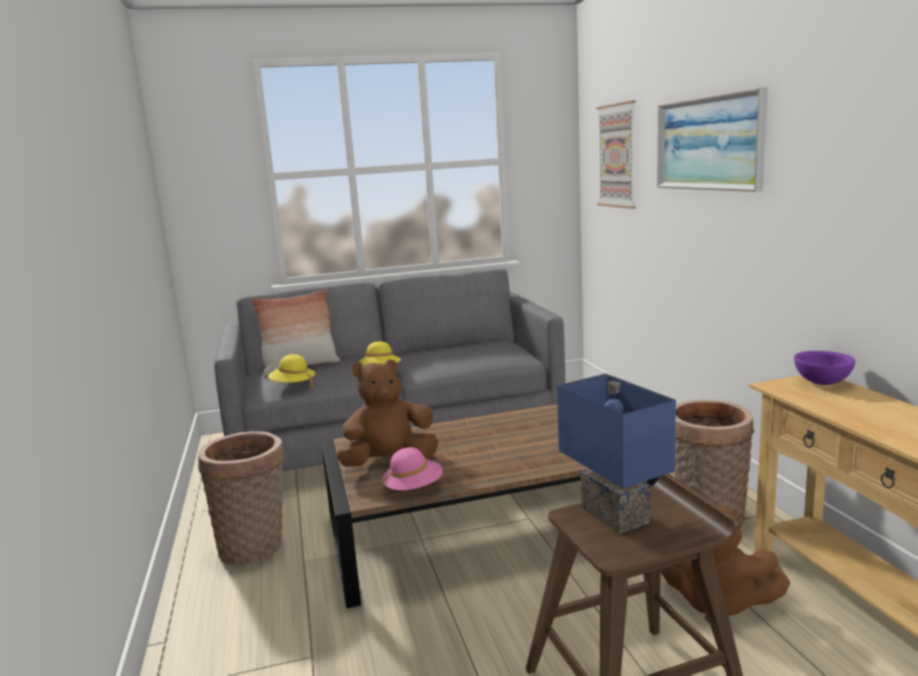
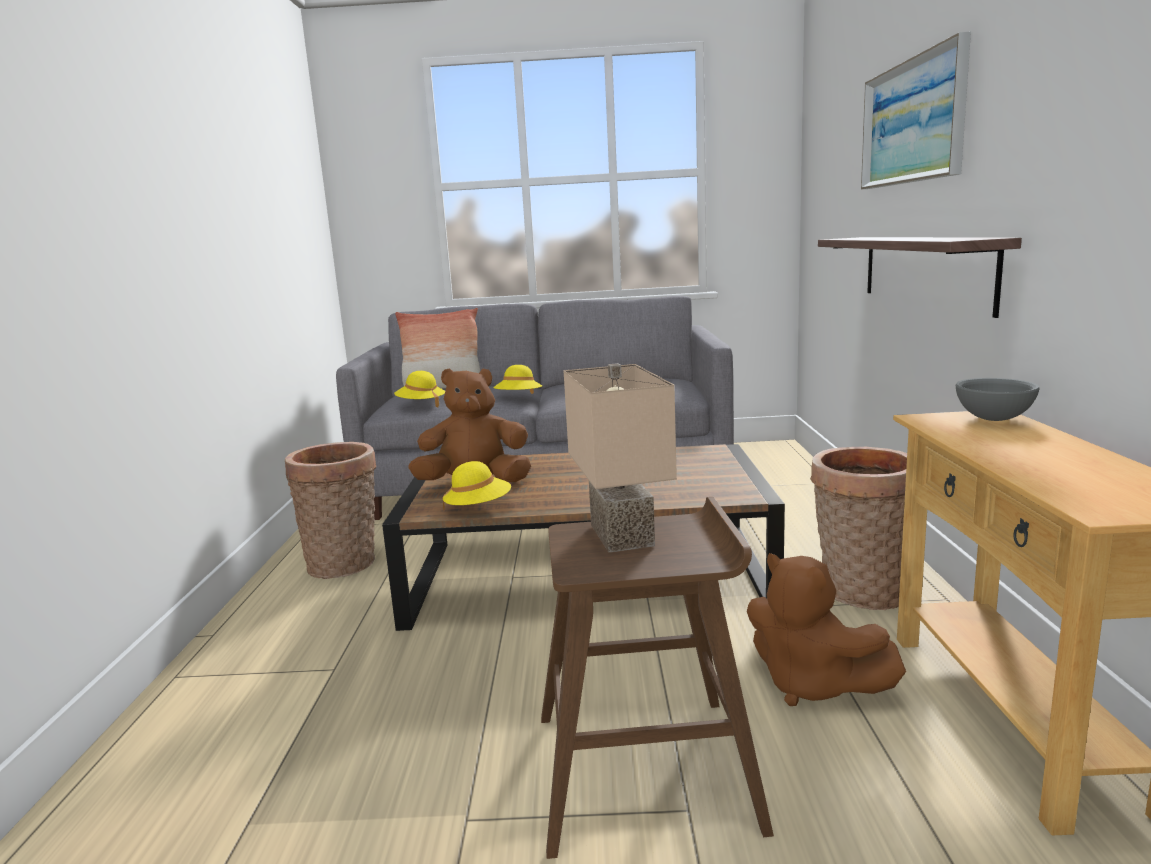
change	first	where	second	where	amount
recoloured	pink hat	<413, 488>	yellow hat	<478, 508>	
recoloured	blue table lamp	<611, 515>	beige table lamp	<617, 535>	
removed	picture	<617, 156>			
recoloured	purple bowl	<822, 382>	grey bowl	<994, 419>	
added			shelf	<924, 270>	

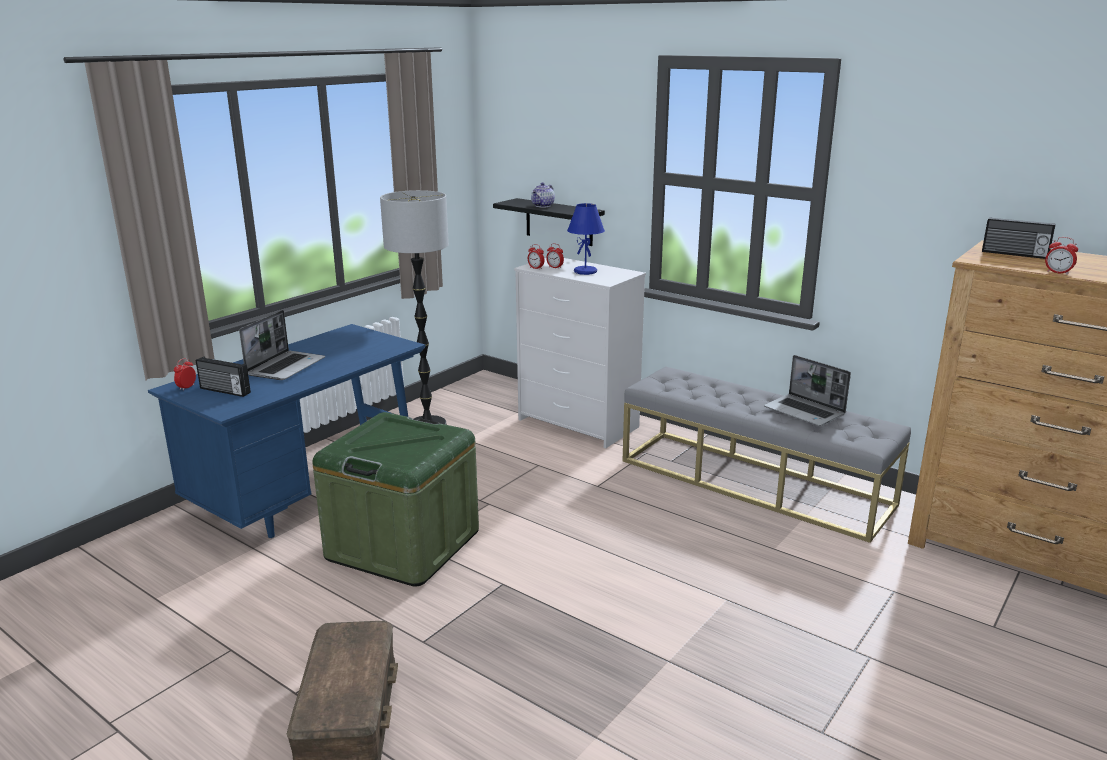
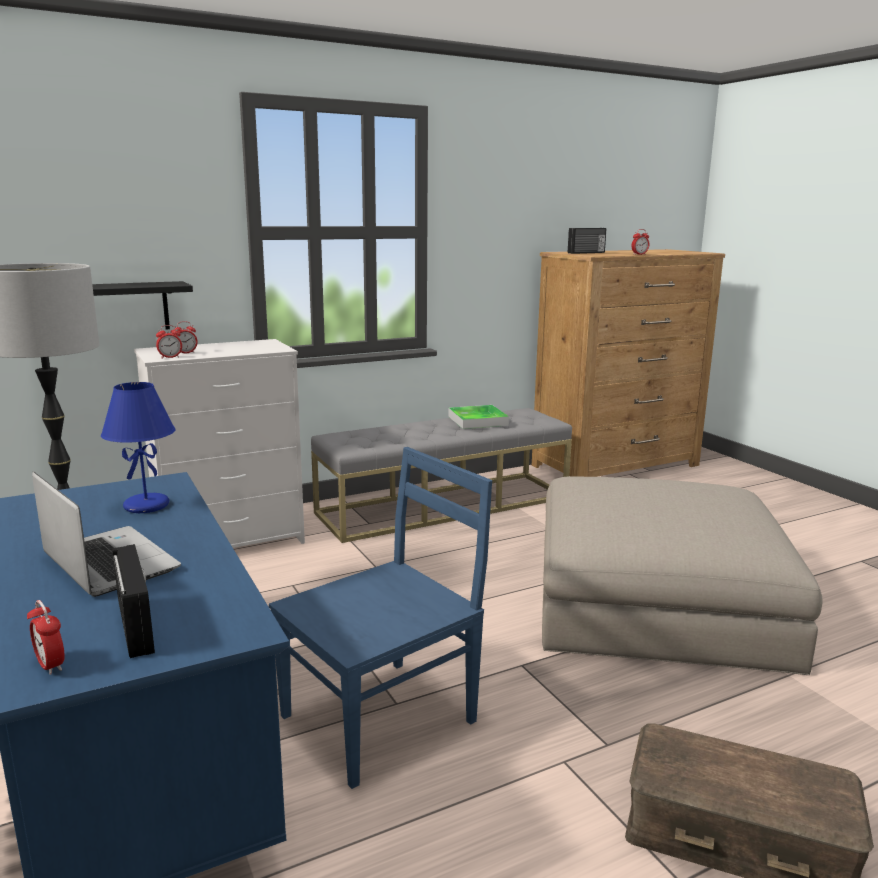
change	first	where	second	where	amount
turned	radio	<224, 391>		<138, 626>	75 degrees counterclockwise
replaced	green storage box	<403, 545>	blue chair	<383, 717>	
removed	teapot	<543, 206>			
moved	blue table lamp	<586, 272>		<147, 505>	
replaced	laptop	<805, 412>	tray	<477, 421>	
added			beige ottoman	<656, 600>	

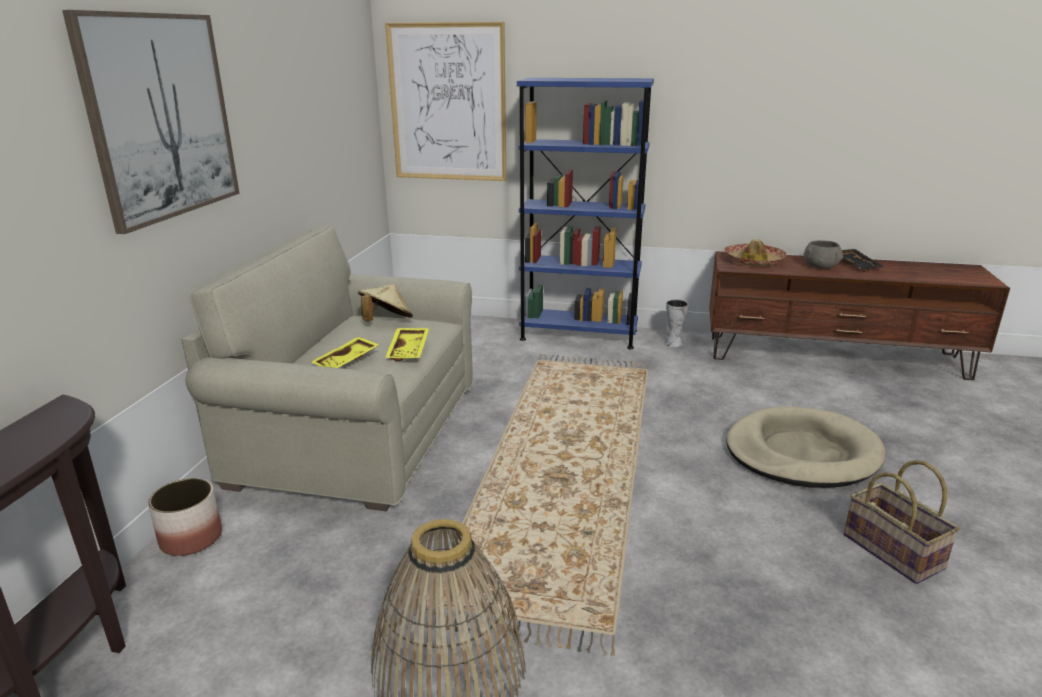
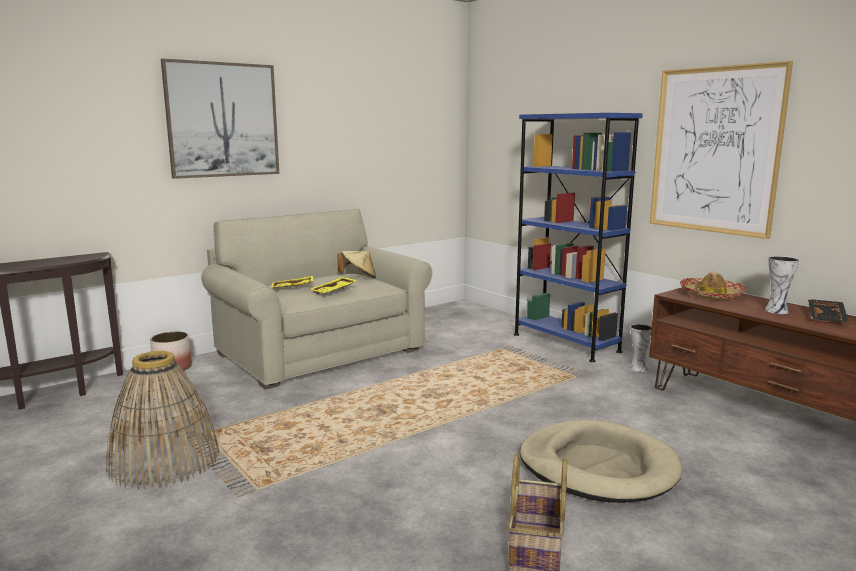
change	first	where	second	where	amount
moved	picture	<448, 103>		<715, 150>	
replaced	grey bowl	<821, 266>	vase	<777, 311>	

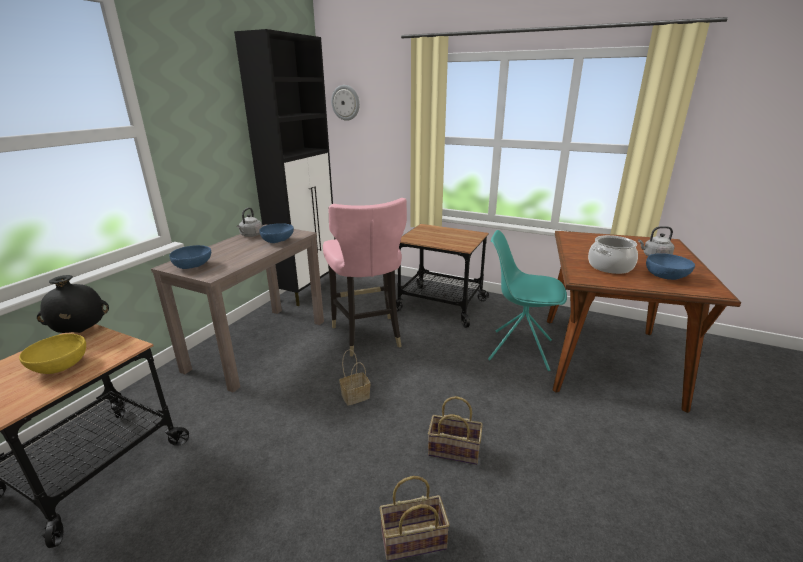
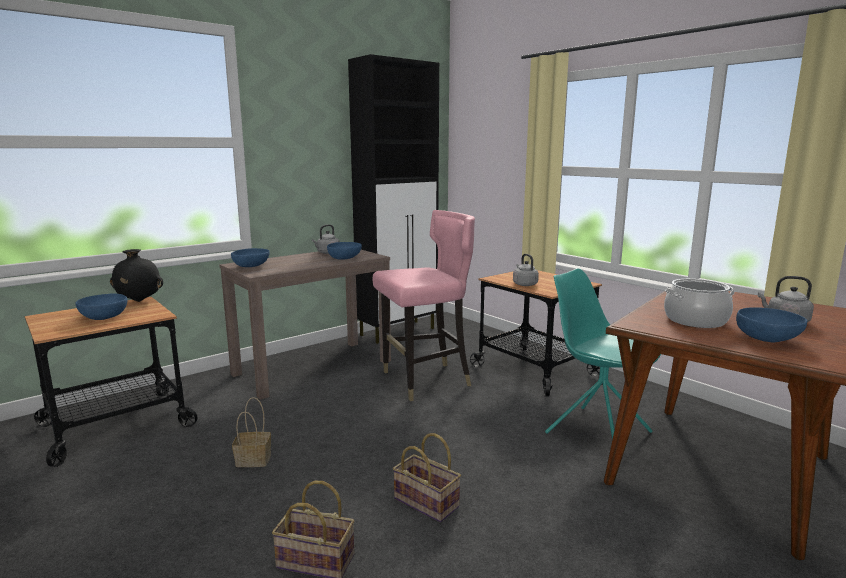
change	first	where	second	where	amount
recoloured	yellow bowl	<60, 366>	blue bowl	<104, 317>	
turned	pink chair	<367, 335>		<425, 381>	120 degrees counterclockwise
removed	wall clock	<345, 102>			
moved	basket	<356, 396>		<255, 459>	
added			grey kettle	<524, 284>	

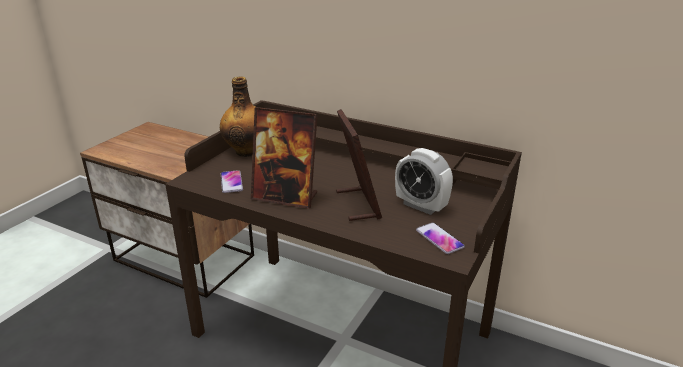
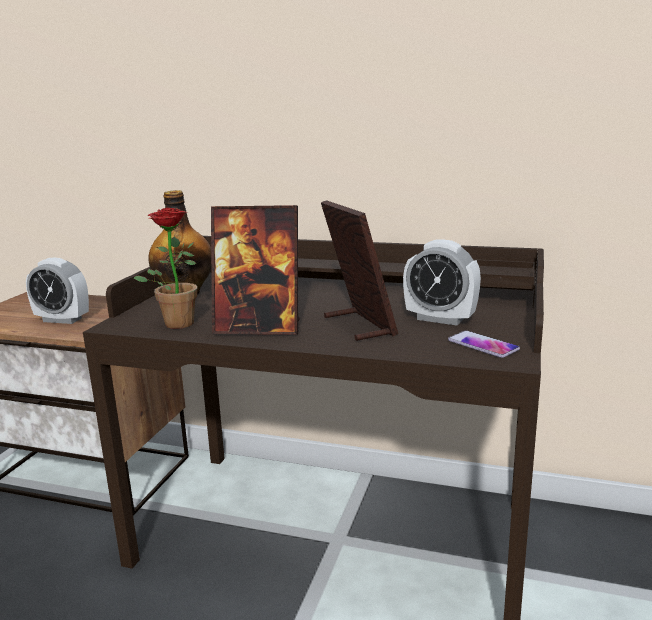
change	first	where	second	where	amount
replaced	phone	<231, 182>	potted plant	<177, 322>	
added			alarm clock	<62, 320>	

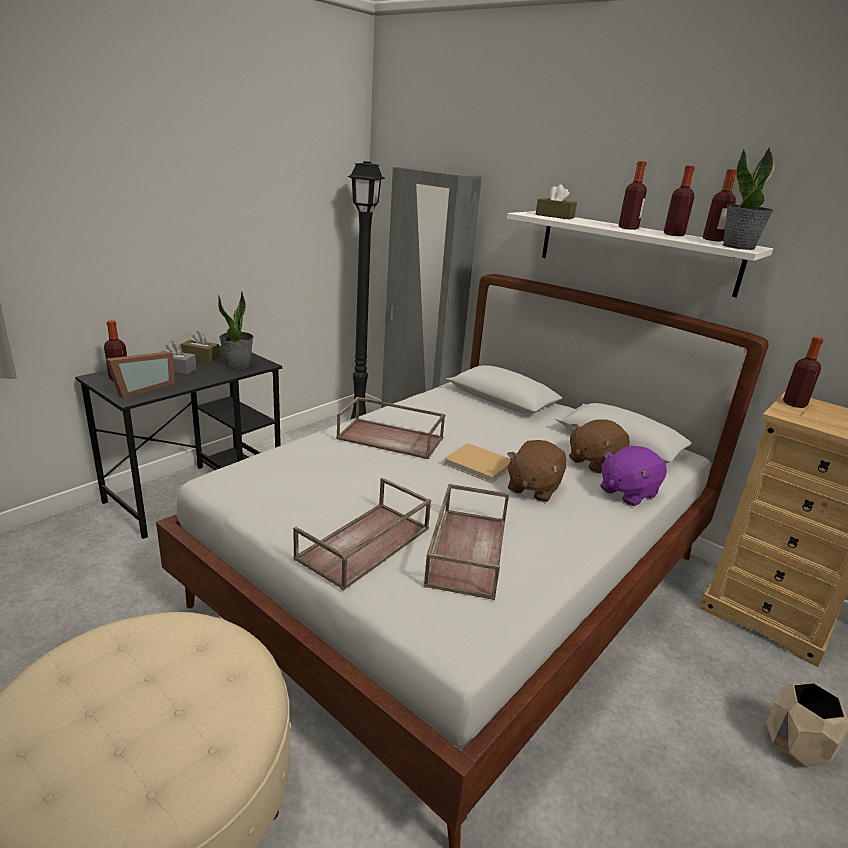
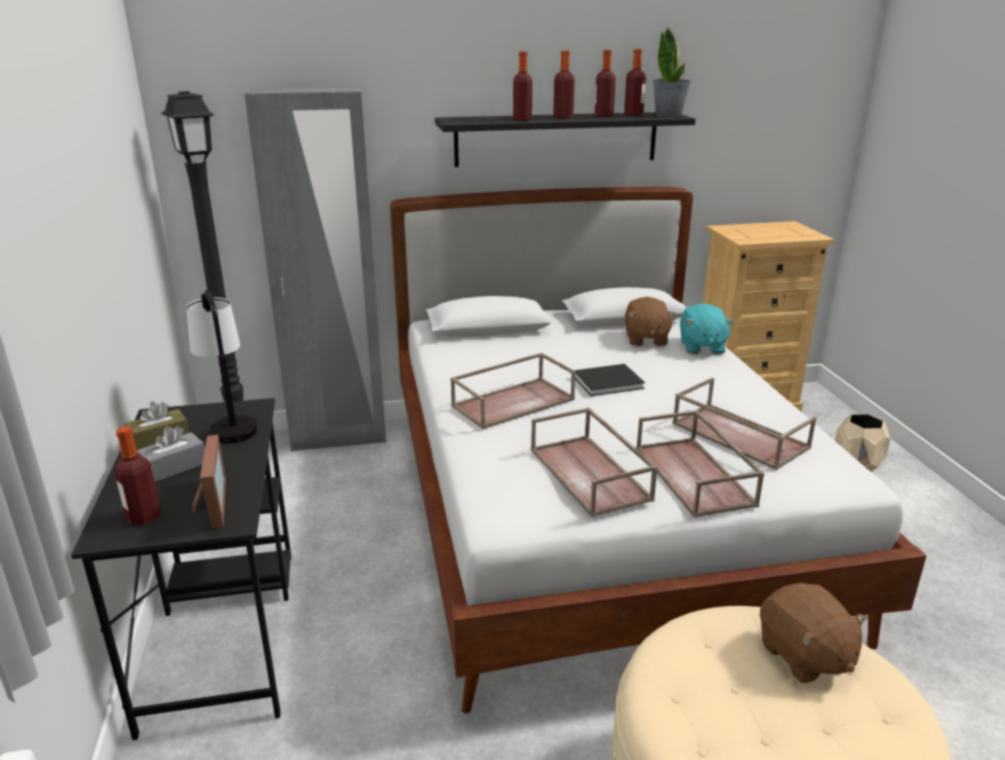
change	first	where	second	where	amount
replaced	potted plant	<238, 365>	table lamp	<229, 422>	
recoloured	beige book	<480, 465>	black book	<610, 382>	
recoloured	white shelf	<635, 251>	black shelf	<556, 139>	
moved	brown plush toy	<533, 488>		<804, 656>	
removed	brown tissue box	<554, 216>			
recoloured	purple plush toy	<627, 492>	turquoise plush toy	<701, 347>	
moved	bottle	<794, 404>		<522, 119>	
added			brown tray	<591, 474>	

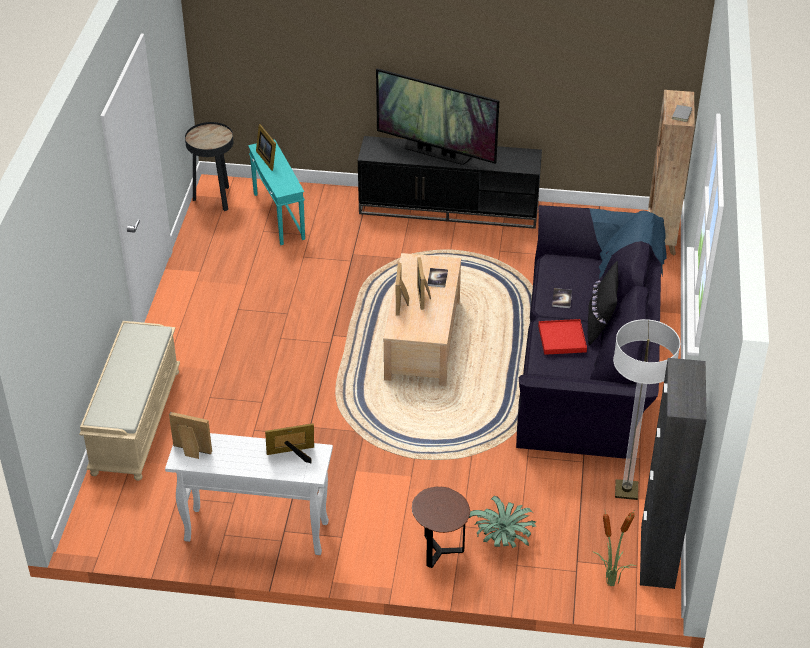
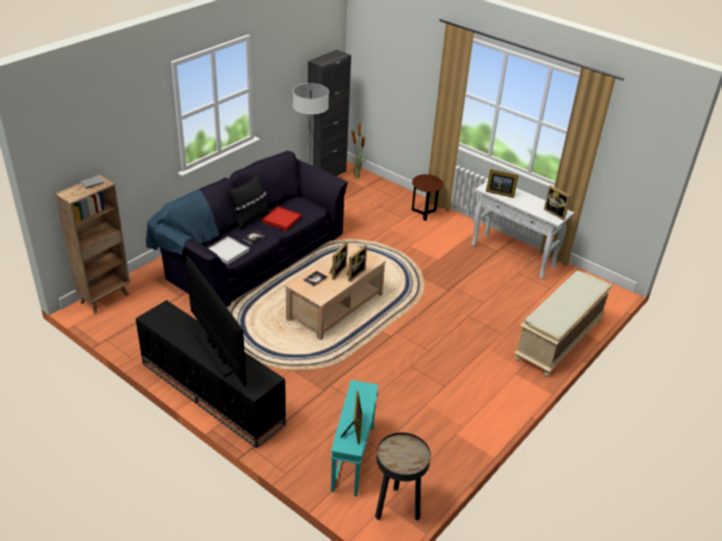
change	first	where	second	where	amount
removed	potted plant	<503, 539>			
added			white tray	<227, 252>	

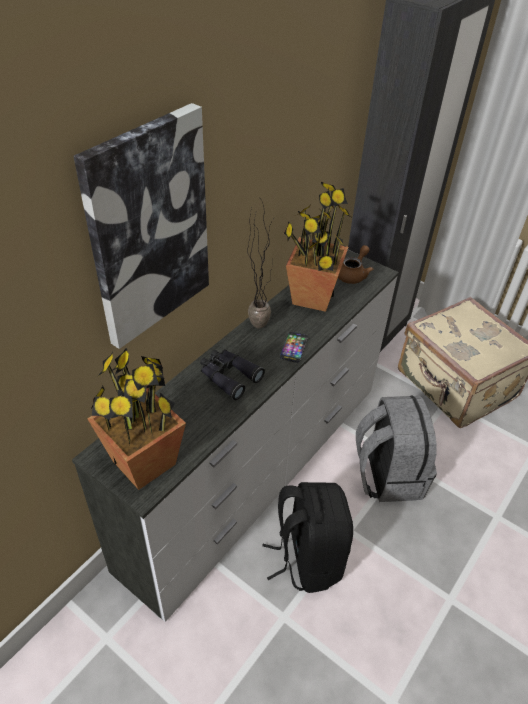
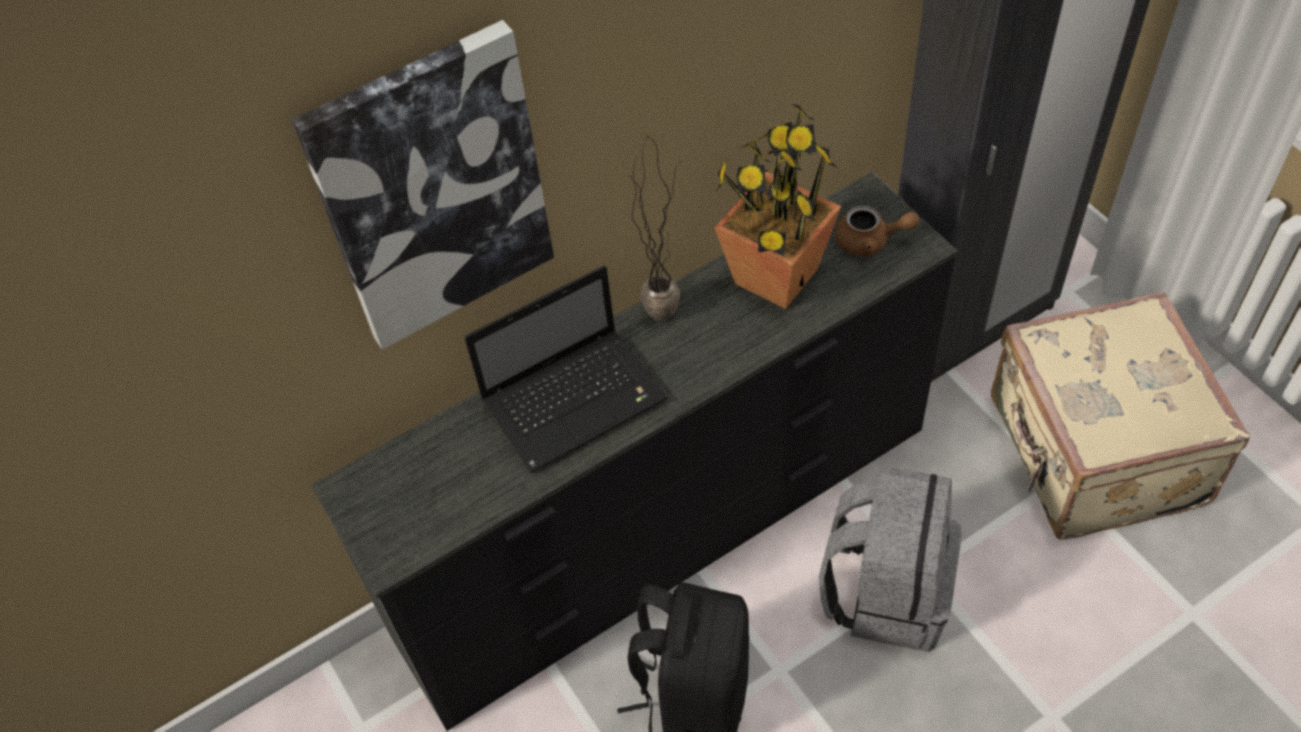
change	first	where	second	where	amount
recoloured	white dresser	<258, 471>	black dresser	<667, 532>	
removed	potted plant	<143, 462>			
replaced	black binoculars	<228, 376>	laptop	<576, 399>	
removed	phone	<294, 347>			
turned	brown teapot	<353, 274>		<870, 241>	45 degrees clockwise

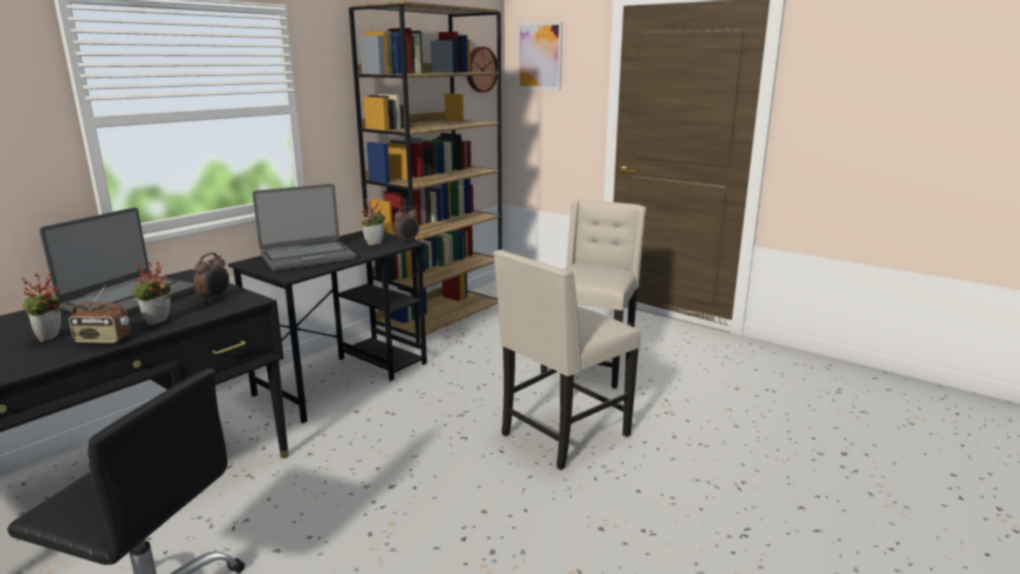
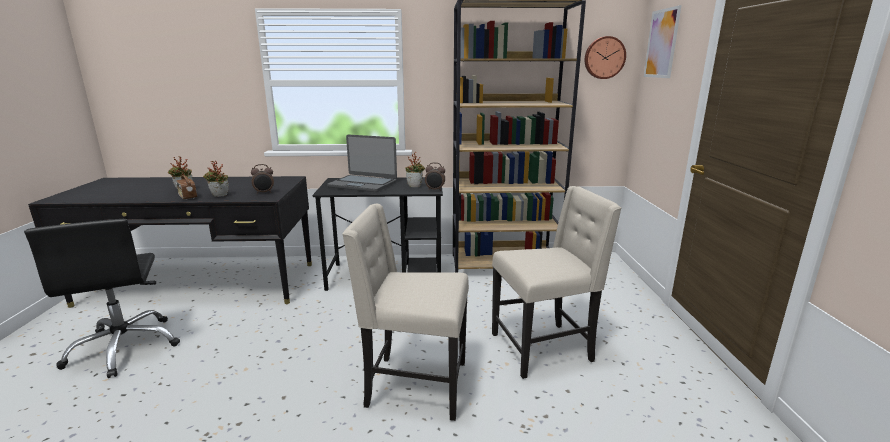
change	first	where	second	where	amount
removed	laptop	<130, 299>			

